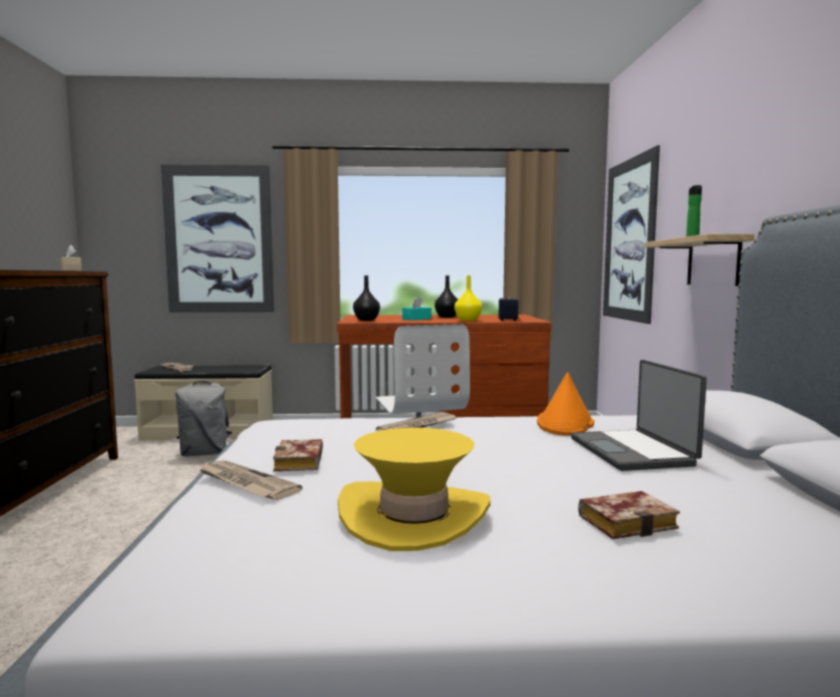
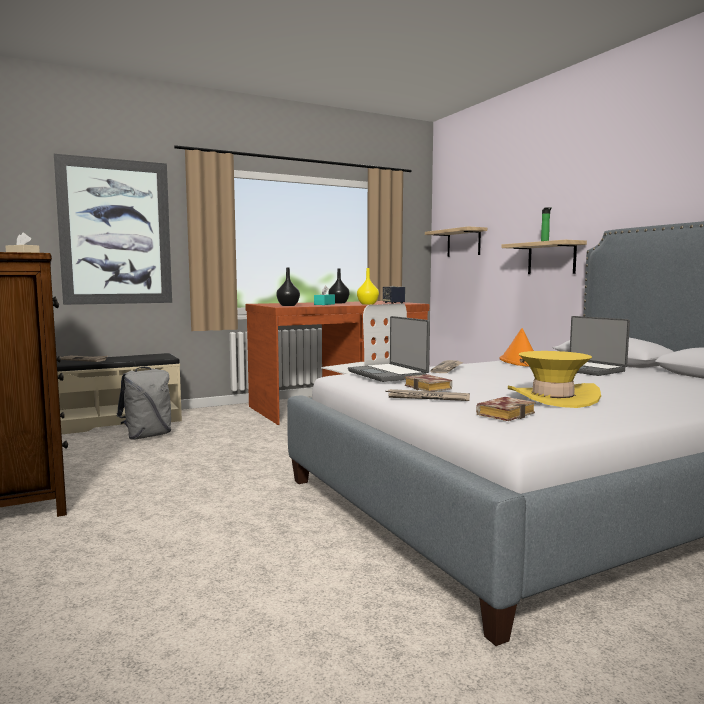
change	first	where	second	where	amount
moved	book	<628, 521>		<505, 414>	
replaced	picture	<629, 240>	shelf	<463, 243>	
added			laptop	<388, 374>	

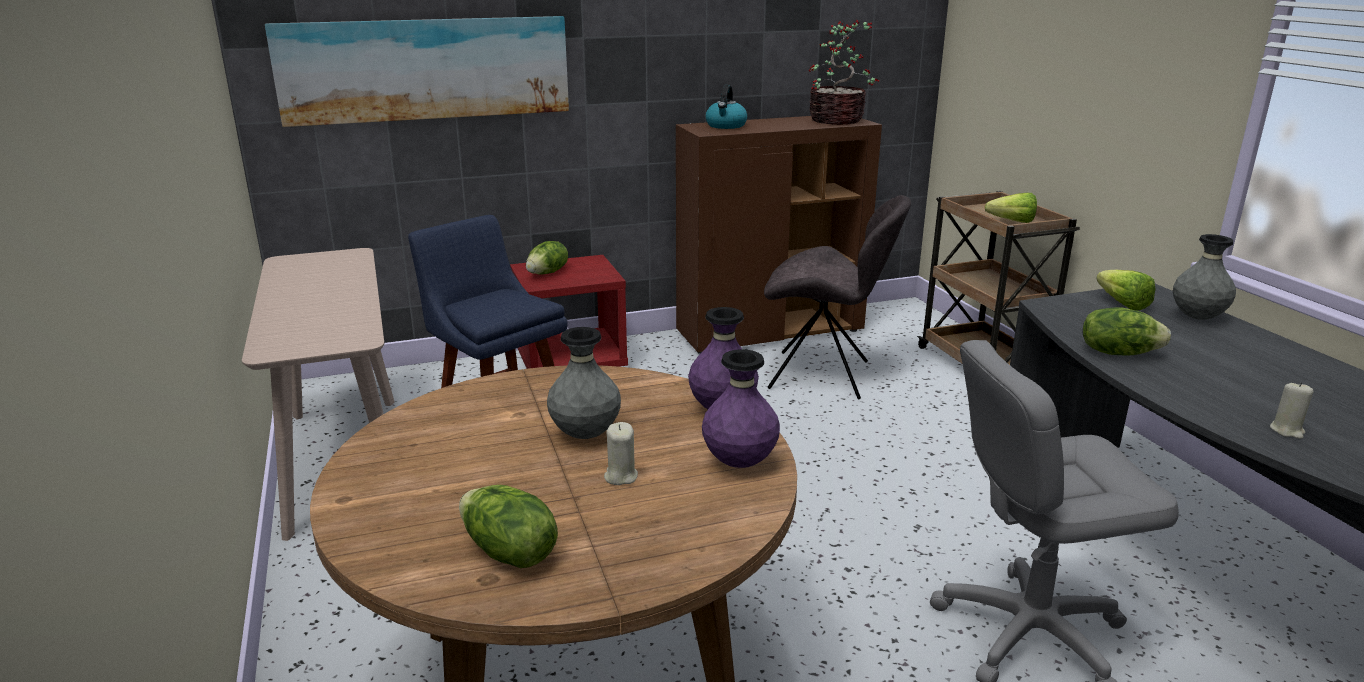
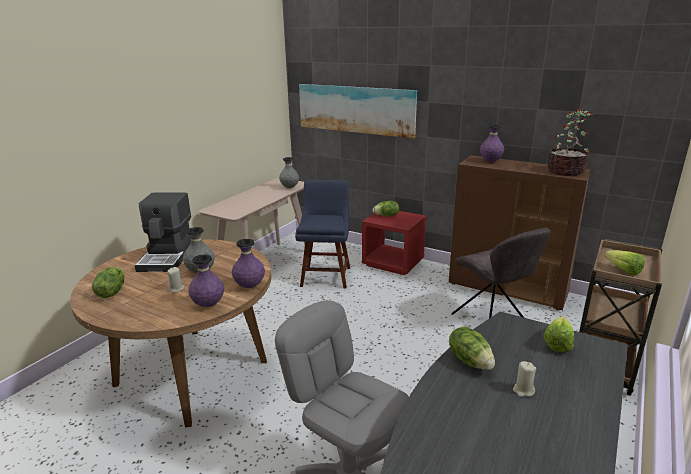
change	first	where	second	where	amount
replaced	kettle	<726, 126>	purple vase	<490, 161>	
moved	grey vase	<1197, 318>		<289, 187>	
moved	beige candle	<1287, 430>		<523, 390>	
added			coffee machine	<168, 256>	

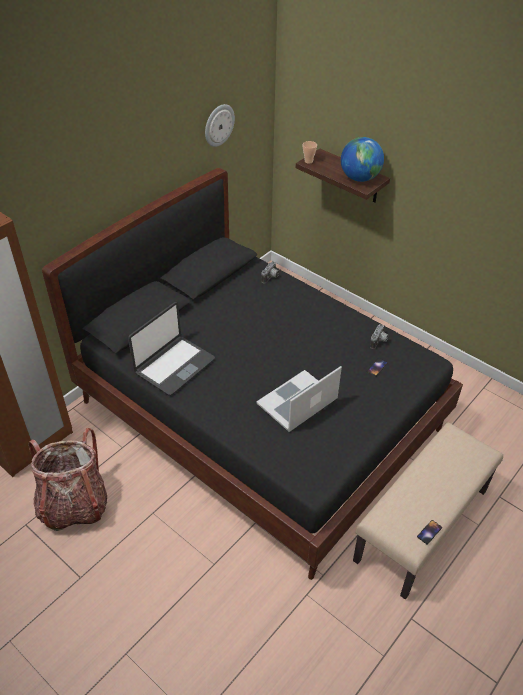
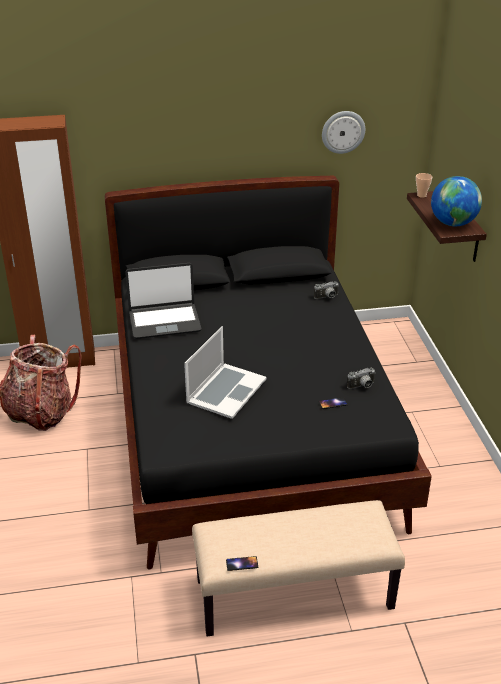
change	first	where	second	where	amount
turned	laptop	<297, 401>		<226, 390>	120 degrees clockwise

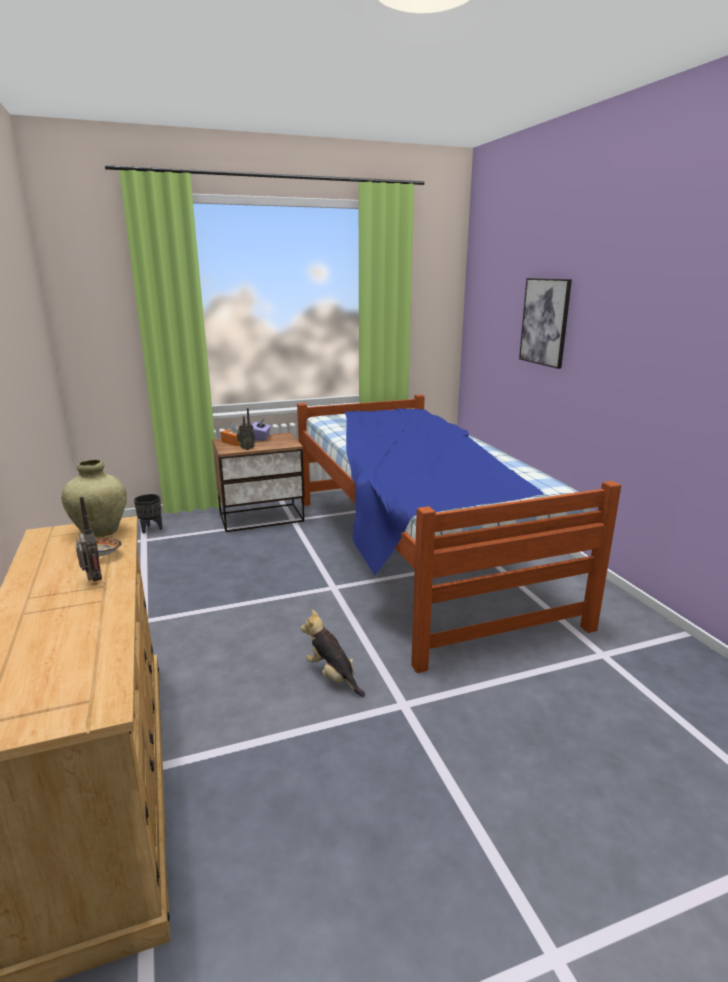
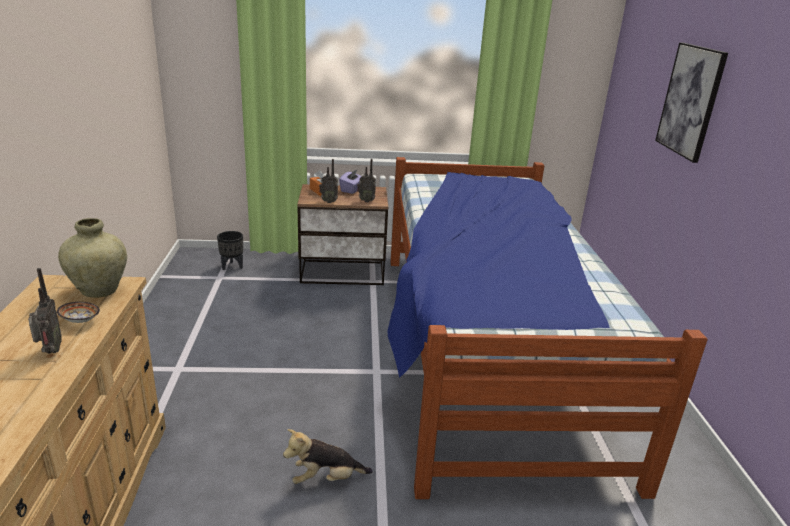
change	first	where	second	where	amount
turned	plush toy	<332, 676>		<326, 479>	75 degrees counterclockwise
added			radio	<366, 201>	

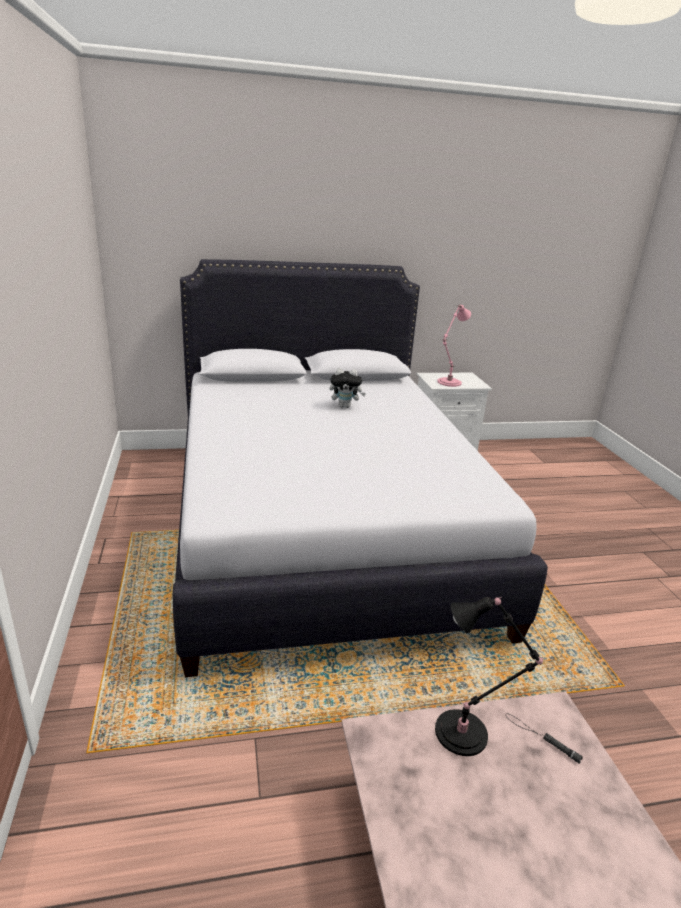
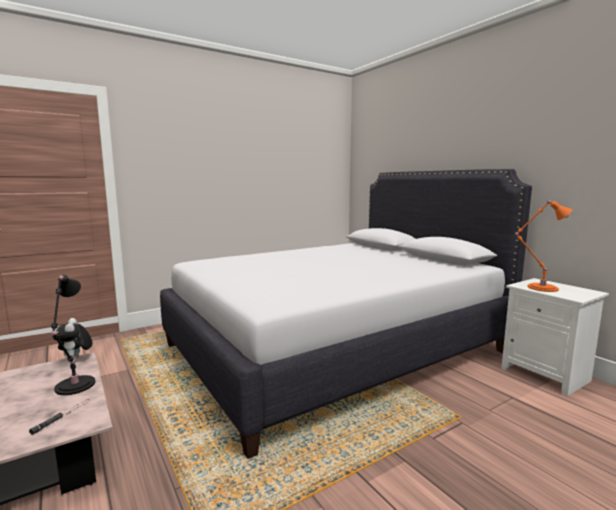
change	first	where	second	where	amount
moved	plush toy	<345, 406>		<76, 360>	
recoloured	pink table lamp	<448, 383>	orange table lamp	<539, 288>	

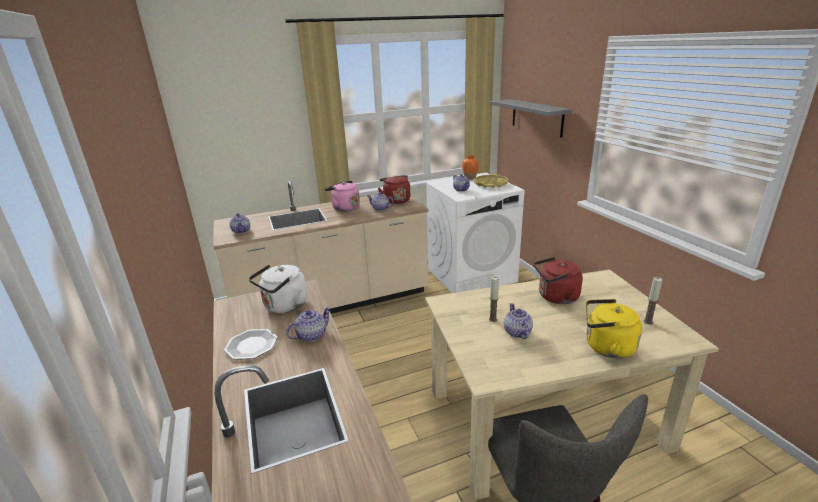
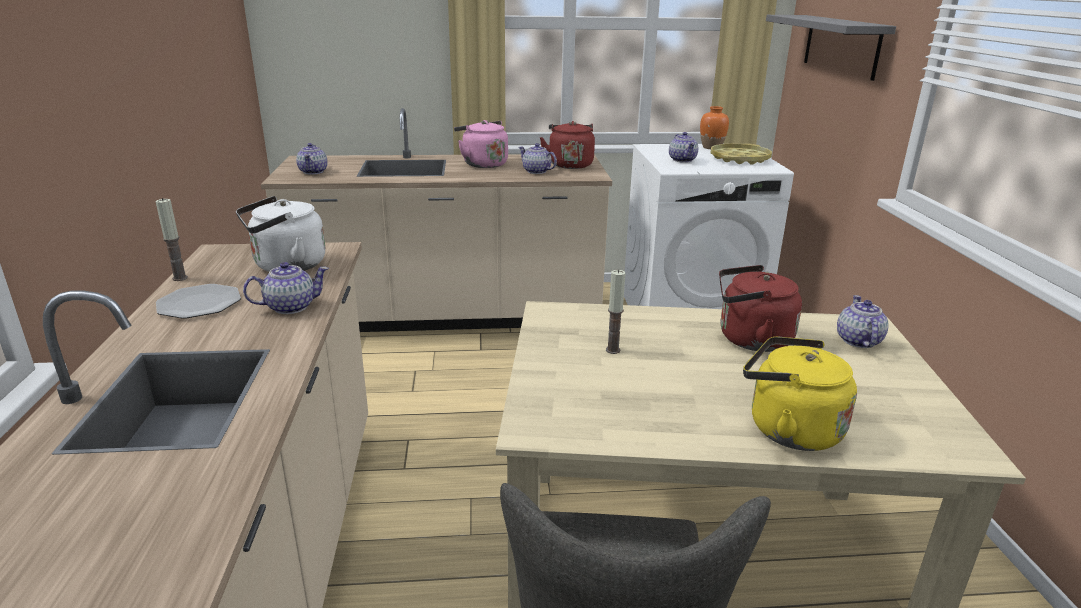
change	first	where	second	where	amount
moved	teapot	<517, 332>		<858, 341>	
moved	candle	<648, 321>		<180, 278>	

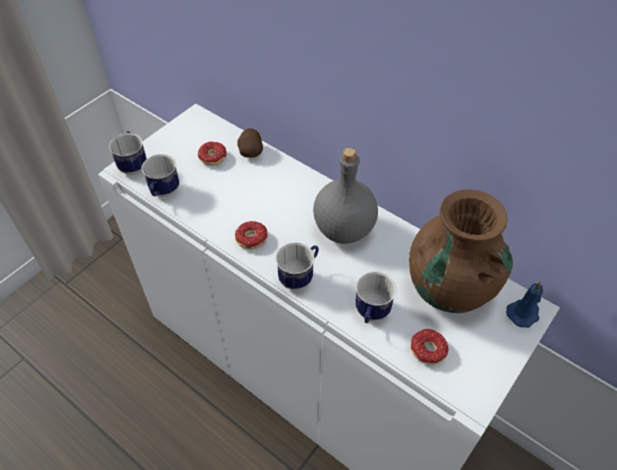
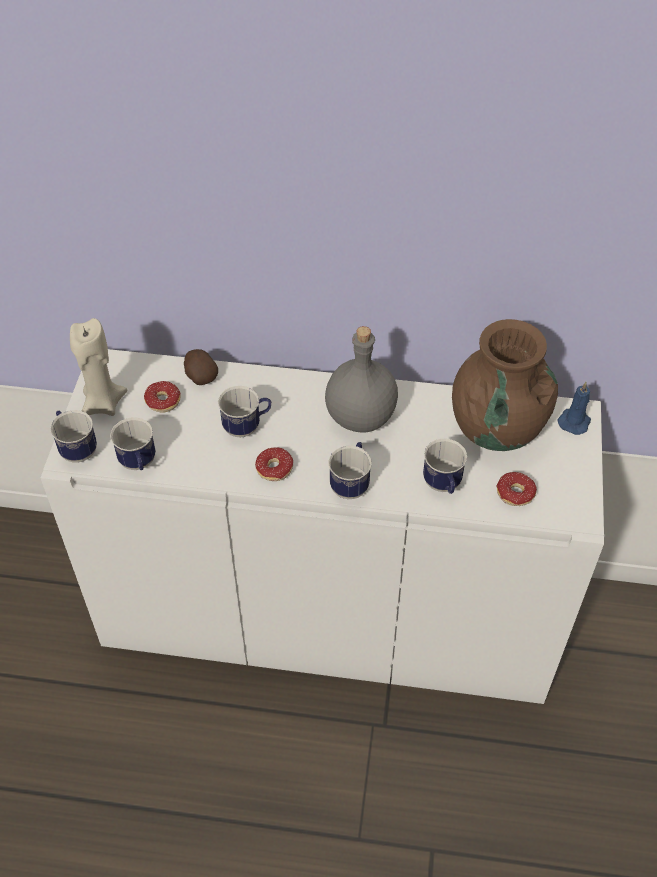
change	first	where	second	where	amount
added			beige candle	<103, 404>	
added			mug	<247, 426>	

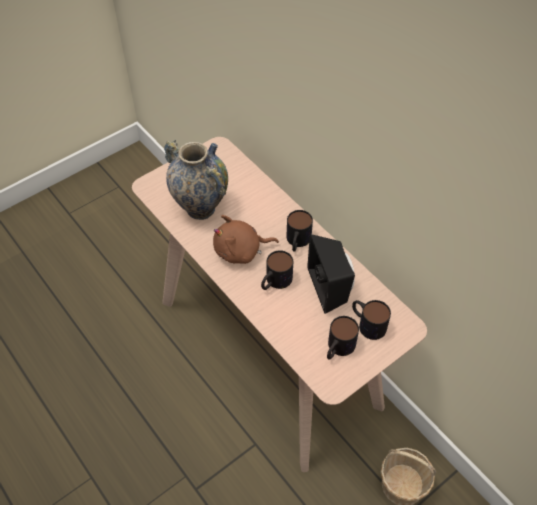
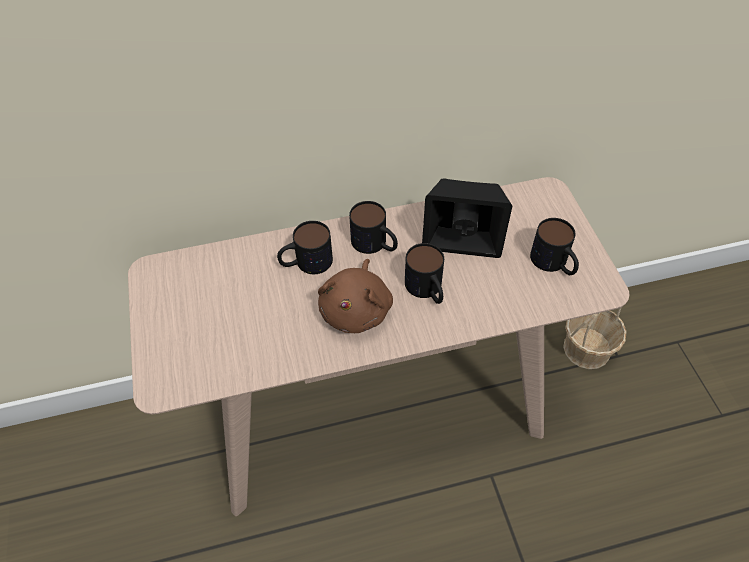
change	first	where	second	where	amount
removed	vase	<200, 208>			
moved	mug	<367, 323>		<306, 263>	

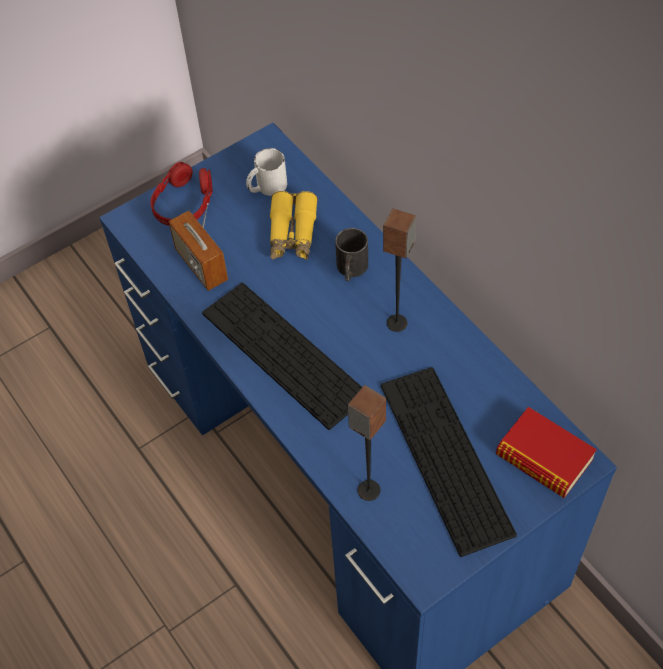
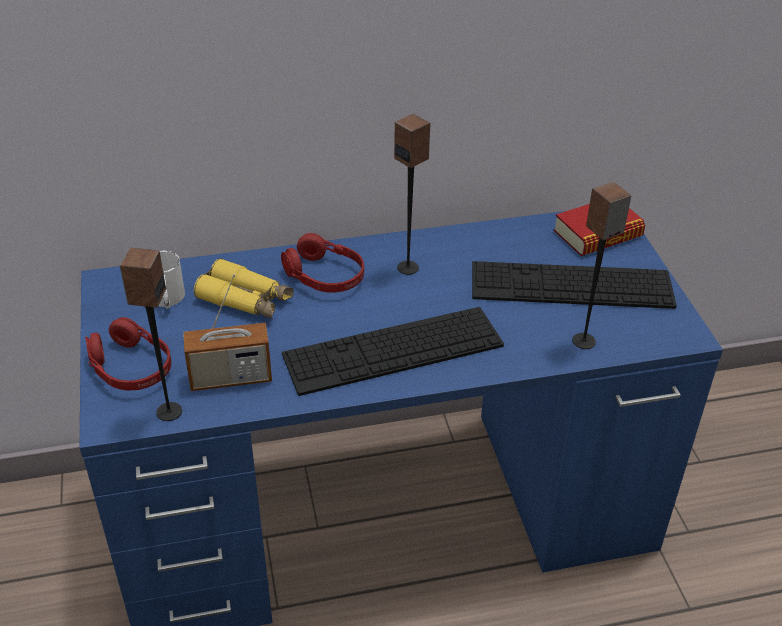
change	first	where	second	where	amount
replaced	black mug	<351, 270>	red headphones	<324, 276>	
added			speaker	<168, 411>	

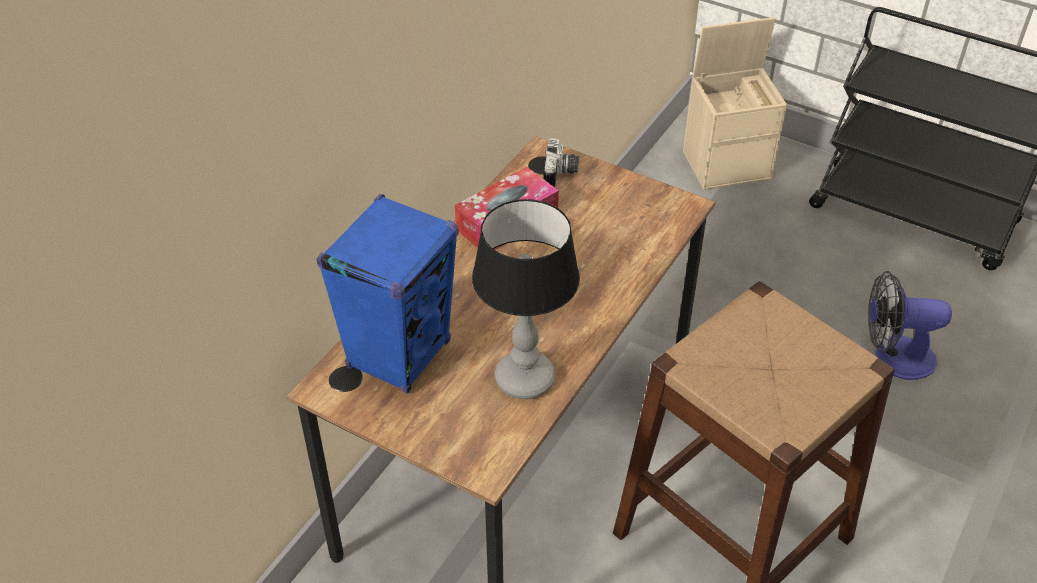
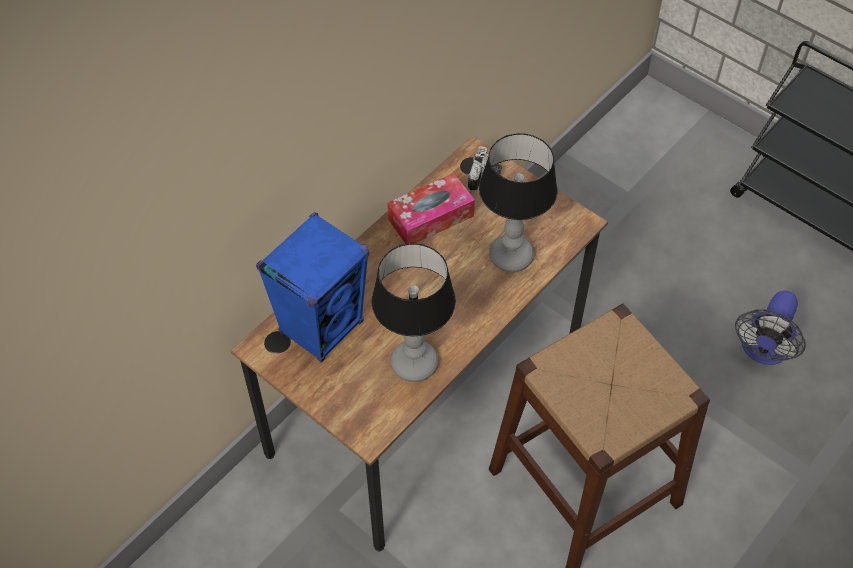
change	first	where	second	where	amount
removed	beige storage box	<728, 164>			
turned	fan	<893, 357>		<763, 350>	75 degrees counterclockwise
added			table lamp	<510, 257>	

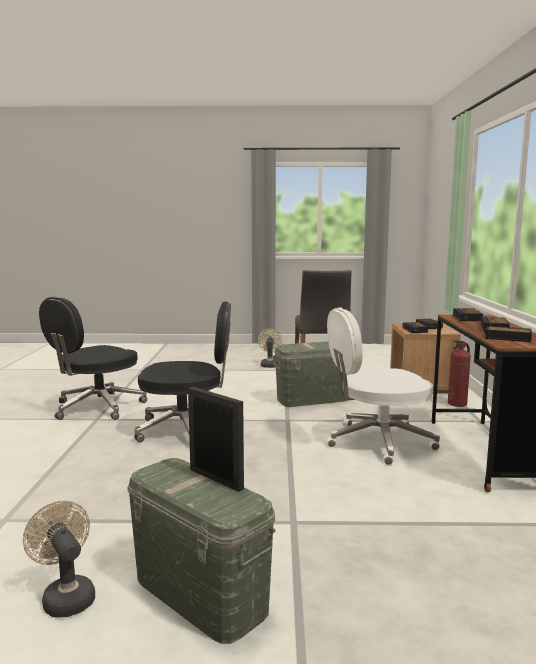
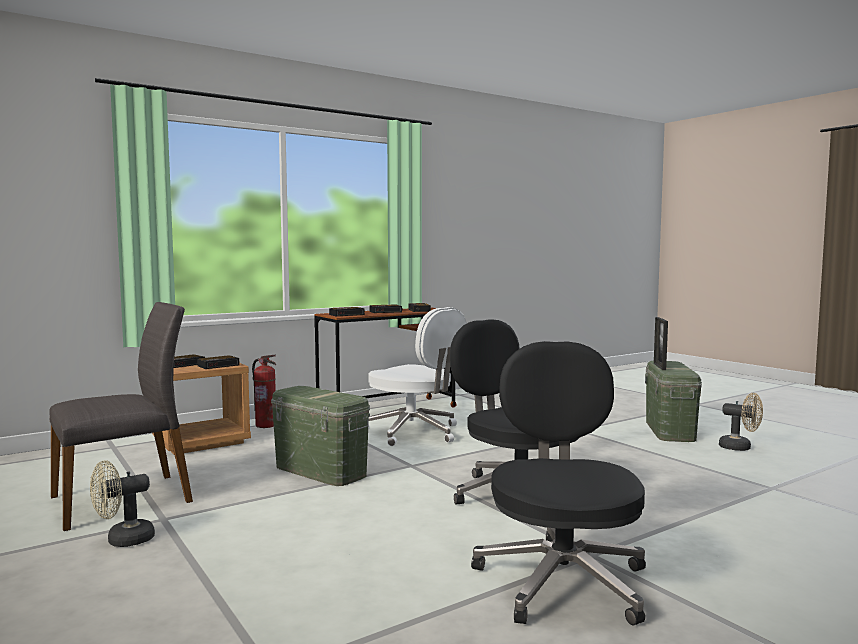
change	first	where	second	where	amount
turned	beige fan	<66, 596>		<740, 447>	75 degrees counterclockwise
turned	black office chair	<97, 407>		<561, 580>	90 degrees counterclockwise

